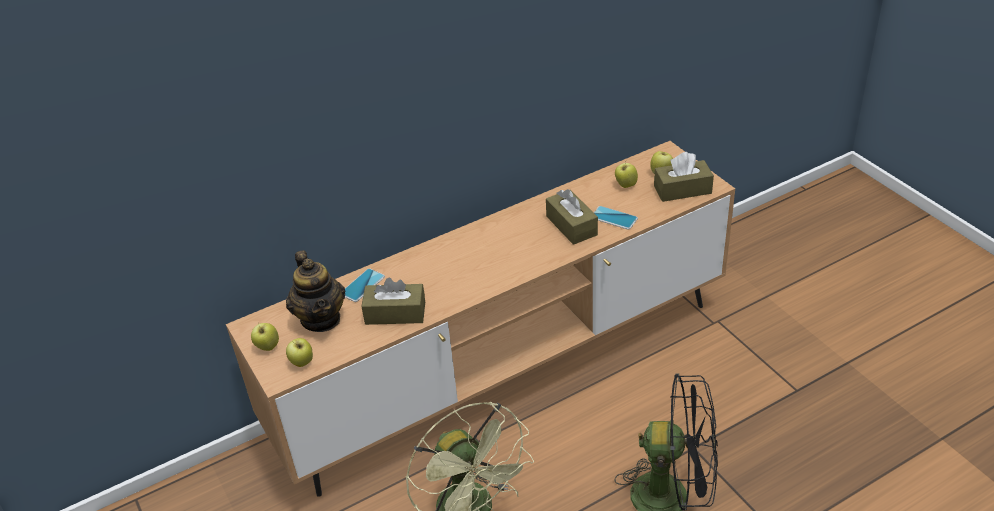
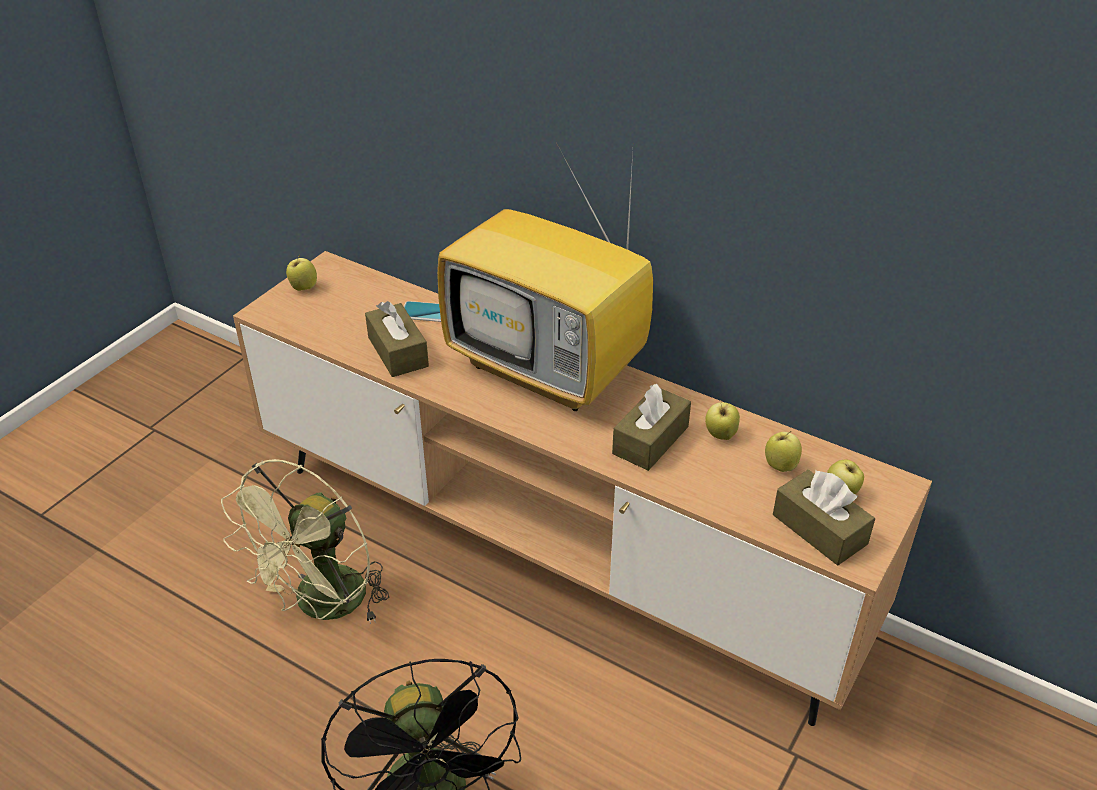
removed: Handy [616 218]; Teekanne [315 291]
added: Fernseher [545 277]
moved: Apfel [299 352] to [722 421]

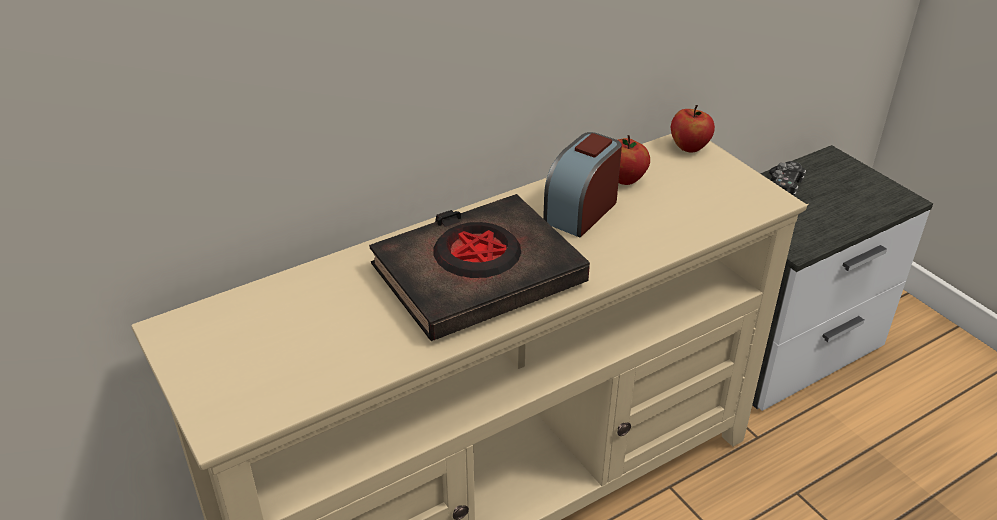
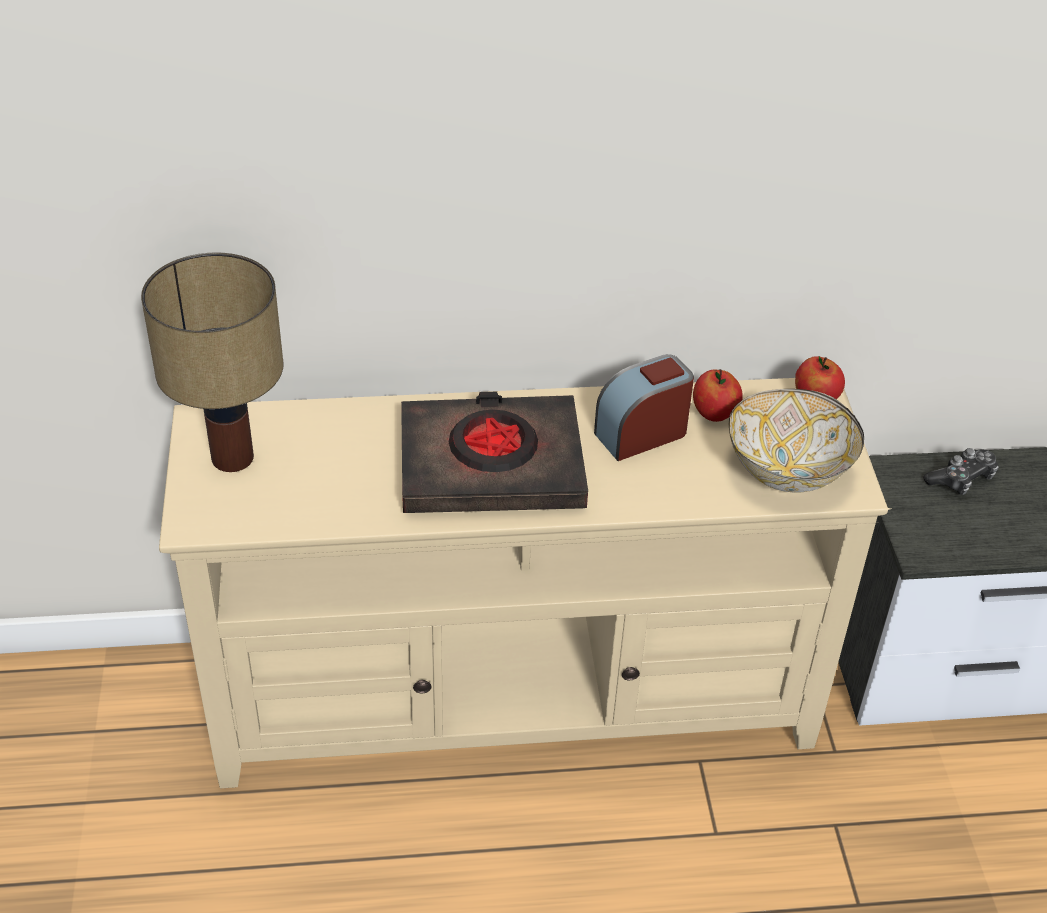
added: Tischlampe [212 362]; Schüssel [796 441]

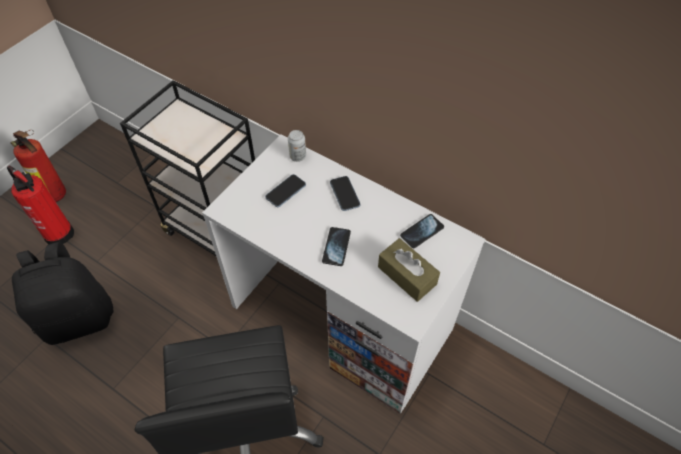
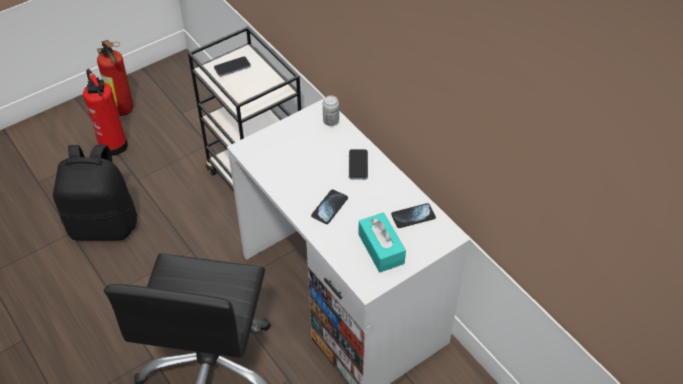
moved: Handy [285 190] to [232 66]
recoloured: Taschentuchbox [braun] [409 270] to Taschentuchbox [türkis] [382 242]

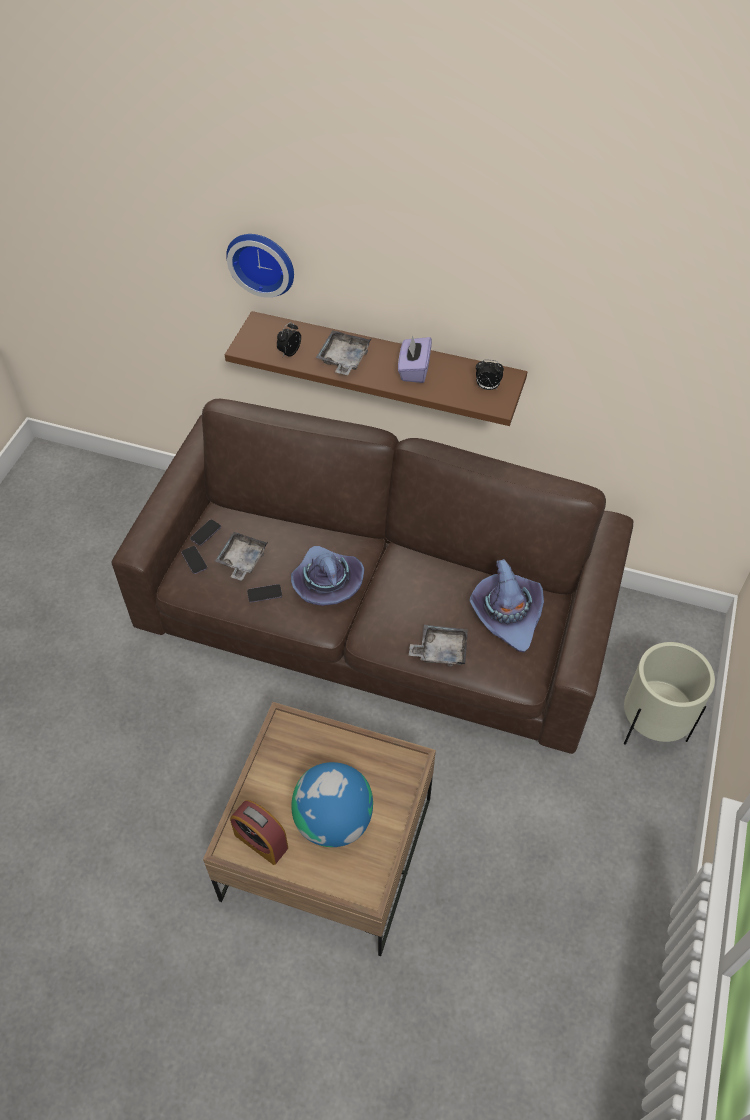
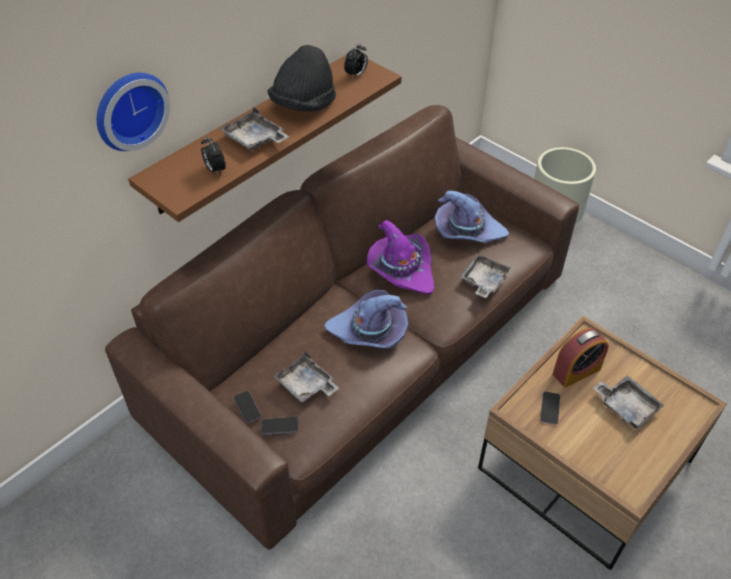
added: Hut [lila] [400 257]
moved: Handy [264 593] to [550 408]; Wecker [259 832] to [581 358]
replaced: Taschentuchbox [lila] [415 359] to Hut [schwarz] [301 78]; Globus [332 804] to Tablett [grau] [628 402]

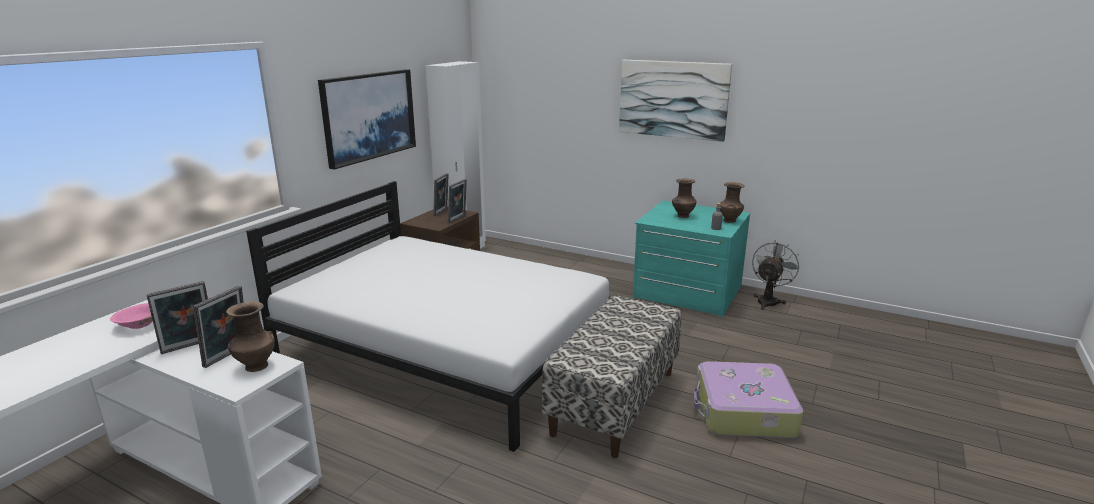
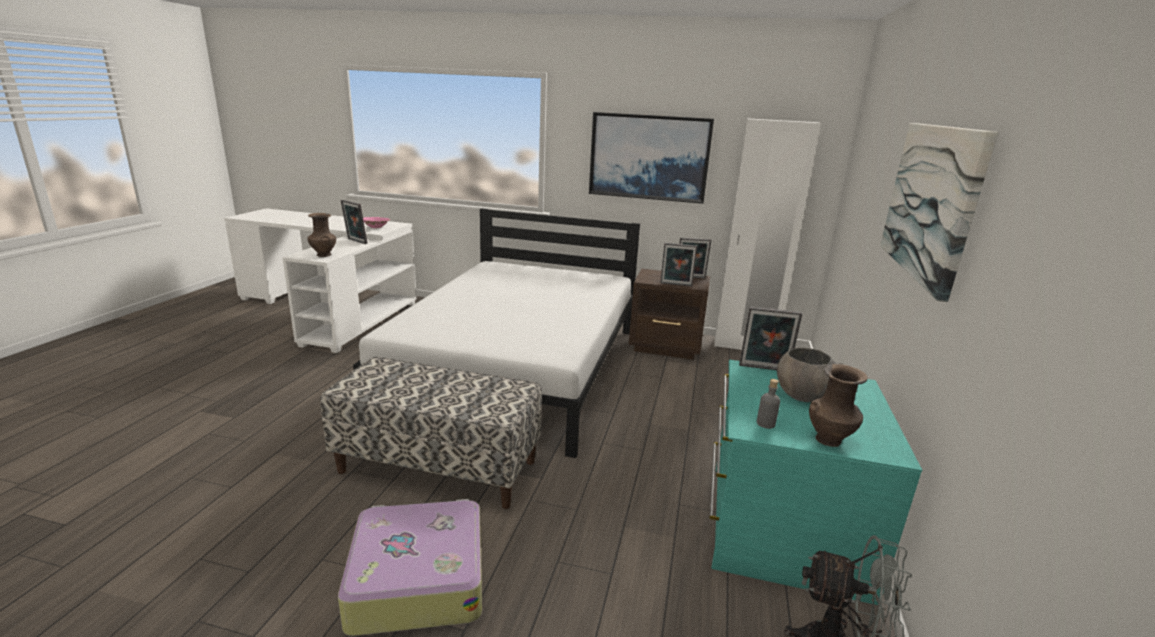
moved: Bilderrahmen [218 327] to [770 338]
replaced: Vase [braun] [684 198] to Schüssel [grau] [810 374]

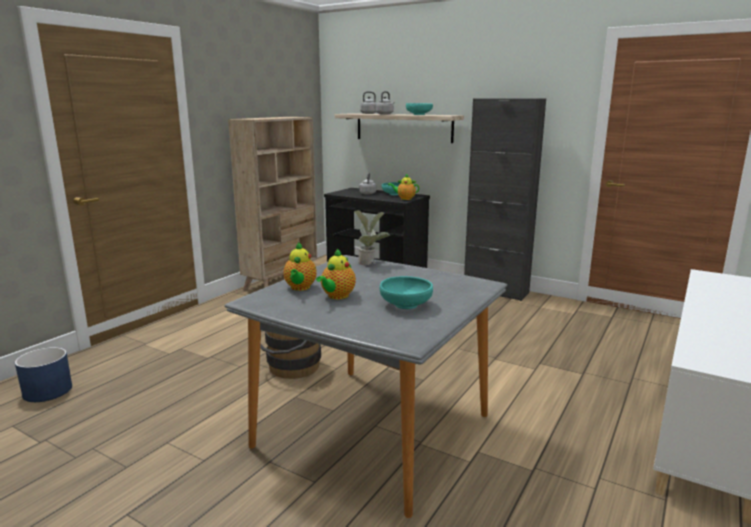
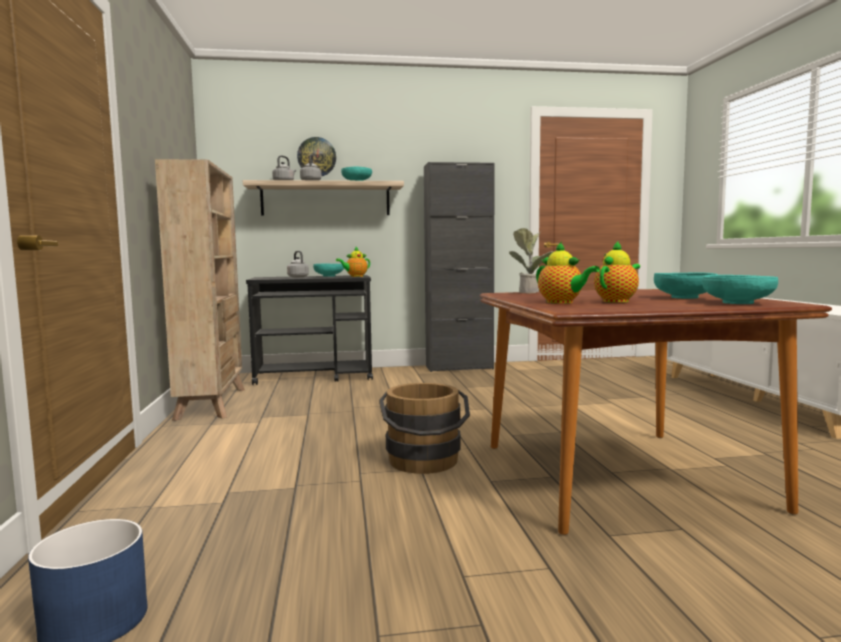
added: Wanduhr [316 156]; Schüssel [türkis] [740 289]
recoloured: Esstisch [grau] [365 386] to Esstisch [braun] [655 412]
turned: Teekanne [336 274] = [617 271] 120 degrees counterclockwise

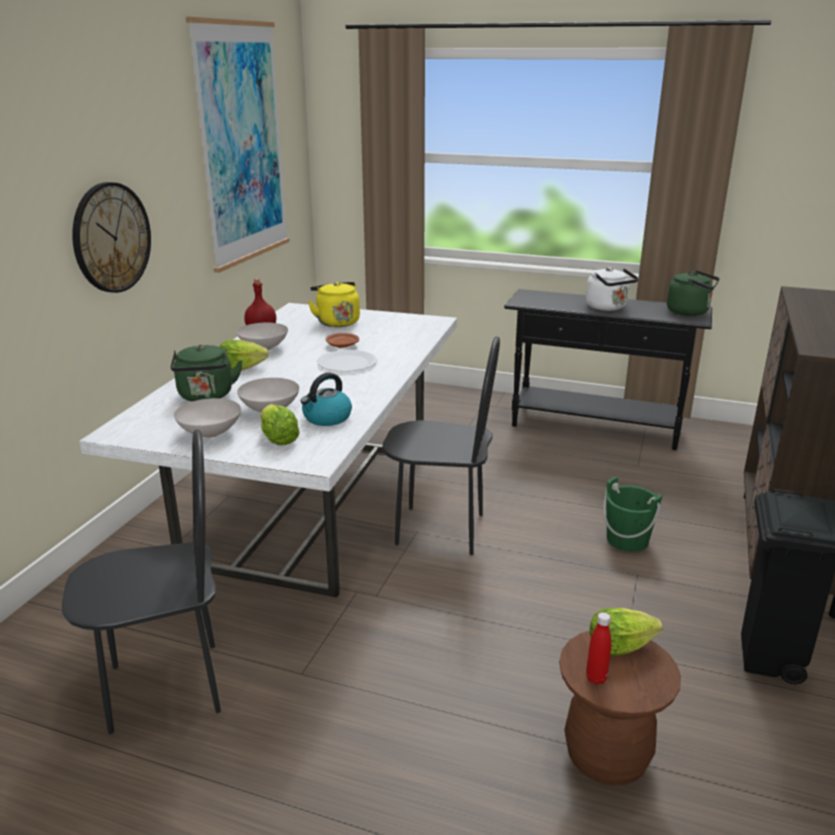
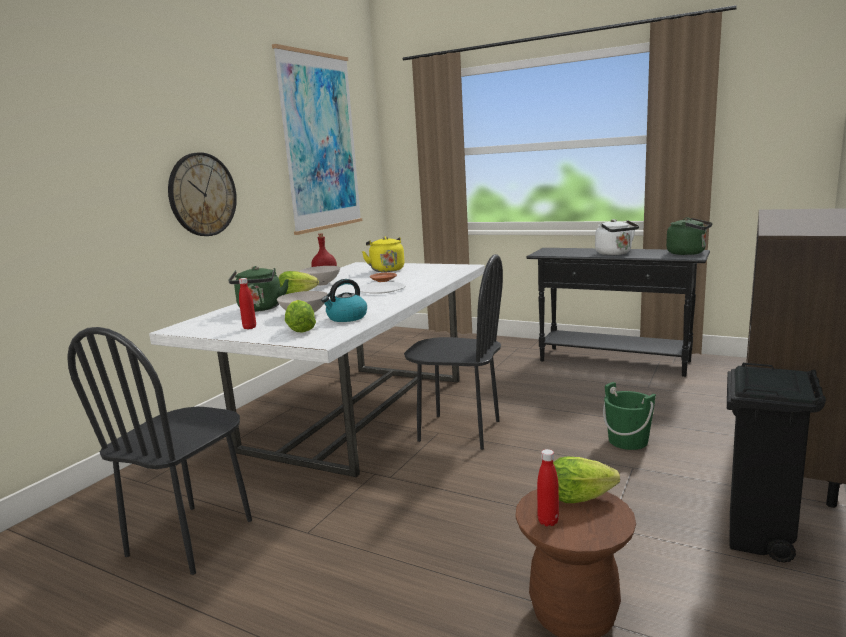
replaced: Schüssel [weiß] [207 418] to Flasche [rot] [247 303]
turned: Stuhl [schwarz] [141 581] = [159 451] 120 degrees clockwise

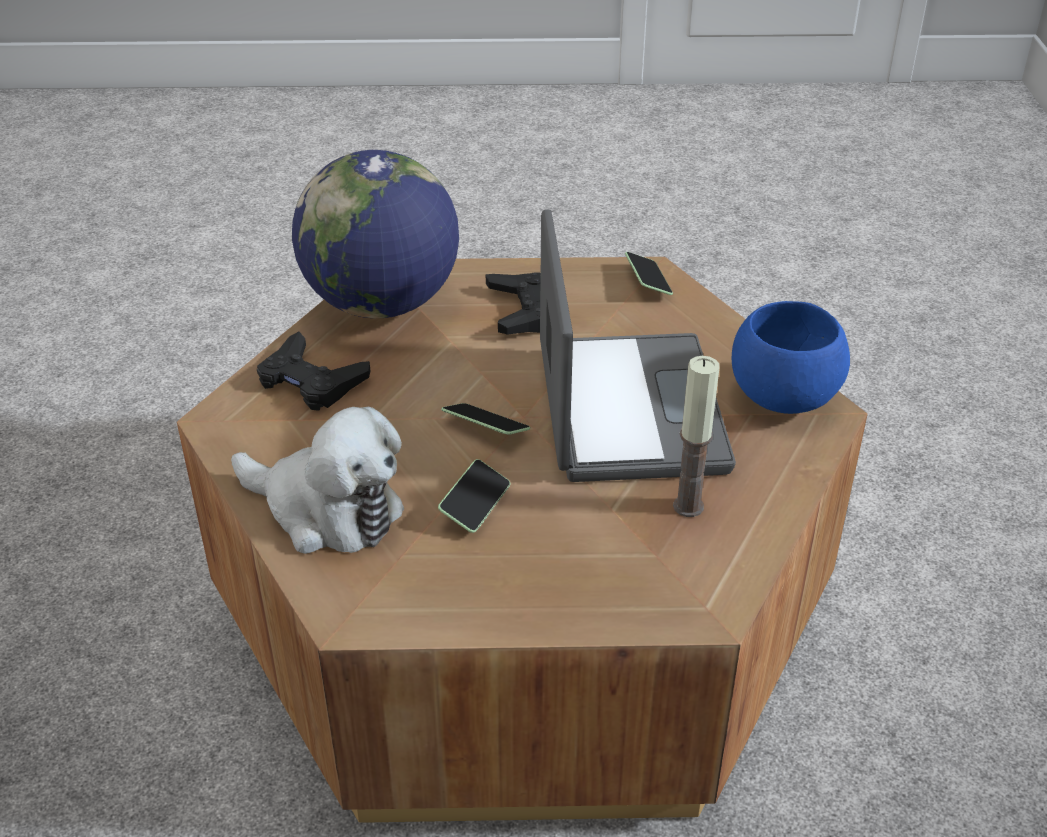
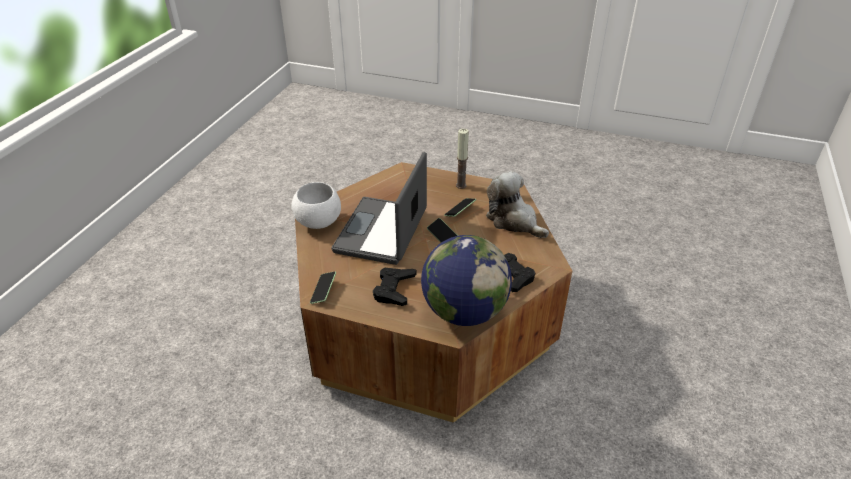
moved: Kerze [696 436] to [462 159]
recoloured: Schüssel [blau] [791 357] to Schüssel [weiß] [316 205]

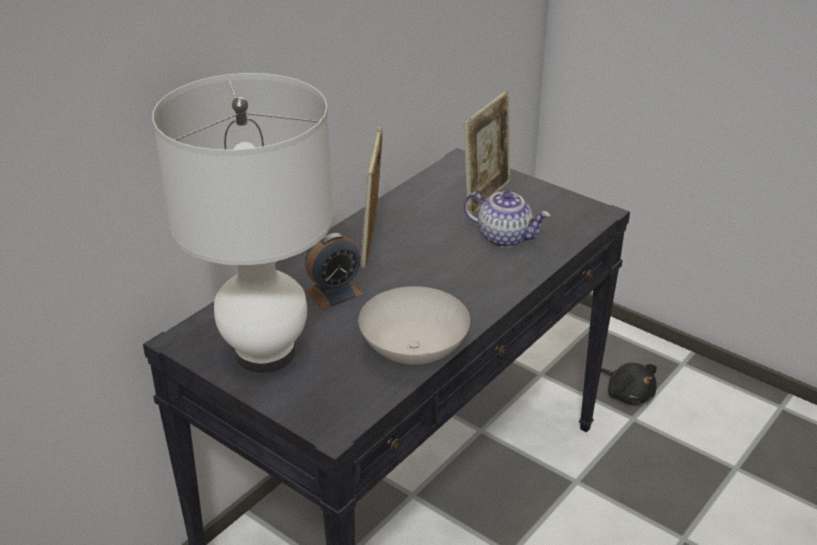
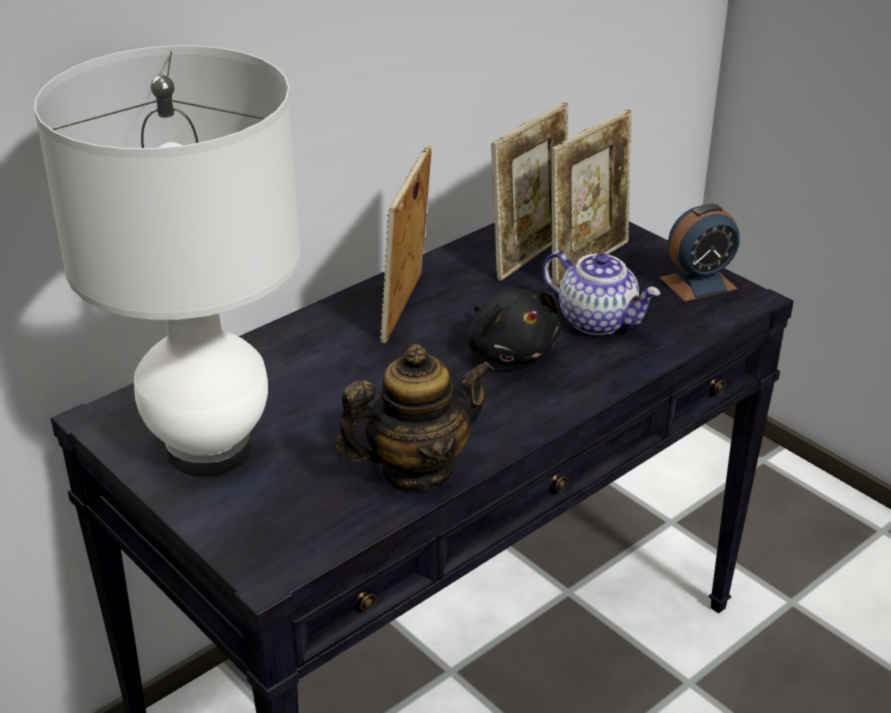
added: Bilderrahmen [529 191]
moved: Wecker [334 271] to [700 253]; Plüschtier [schwarz] [629 384] to [513 326]
replaced: Schüssel [weiß] [414 325] to Teekanne [414 417]

